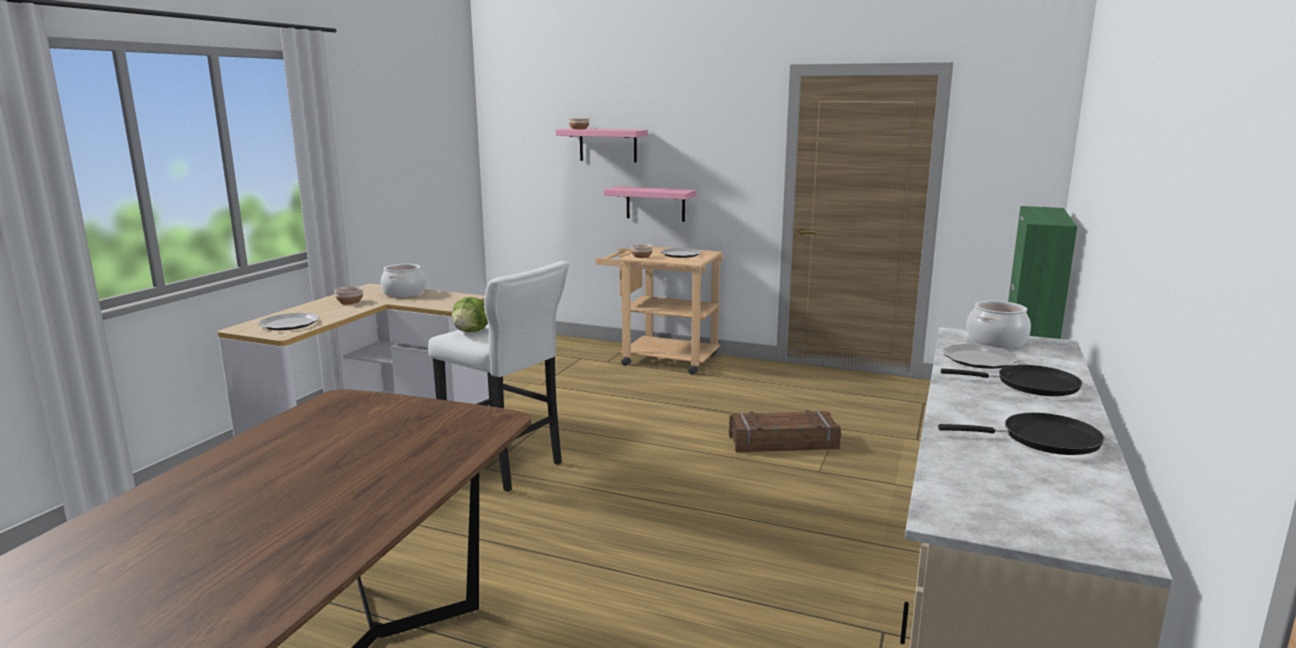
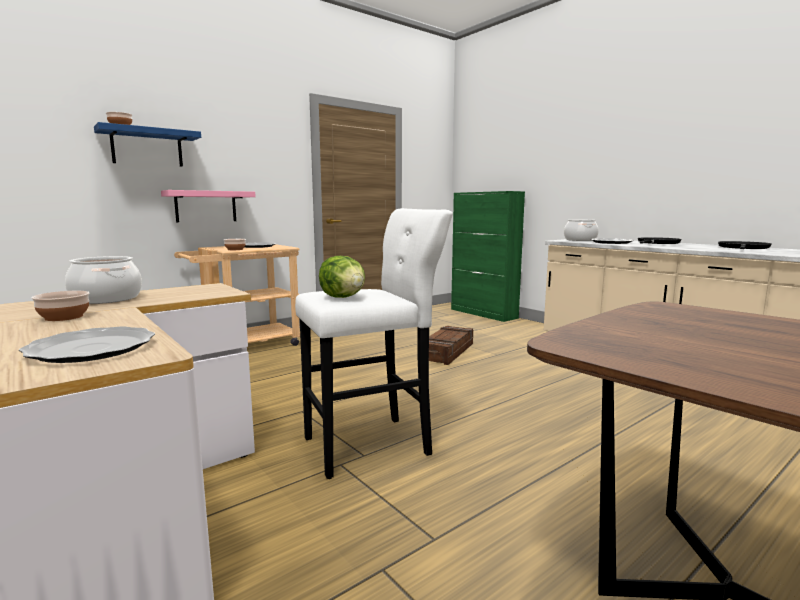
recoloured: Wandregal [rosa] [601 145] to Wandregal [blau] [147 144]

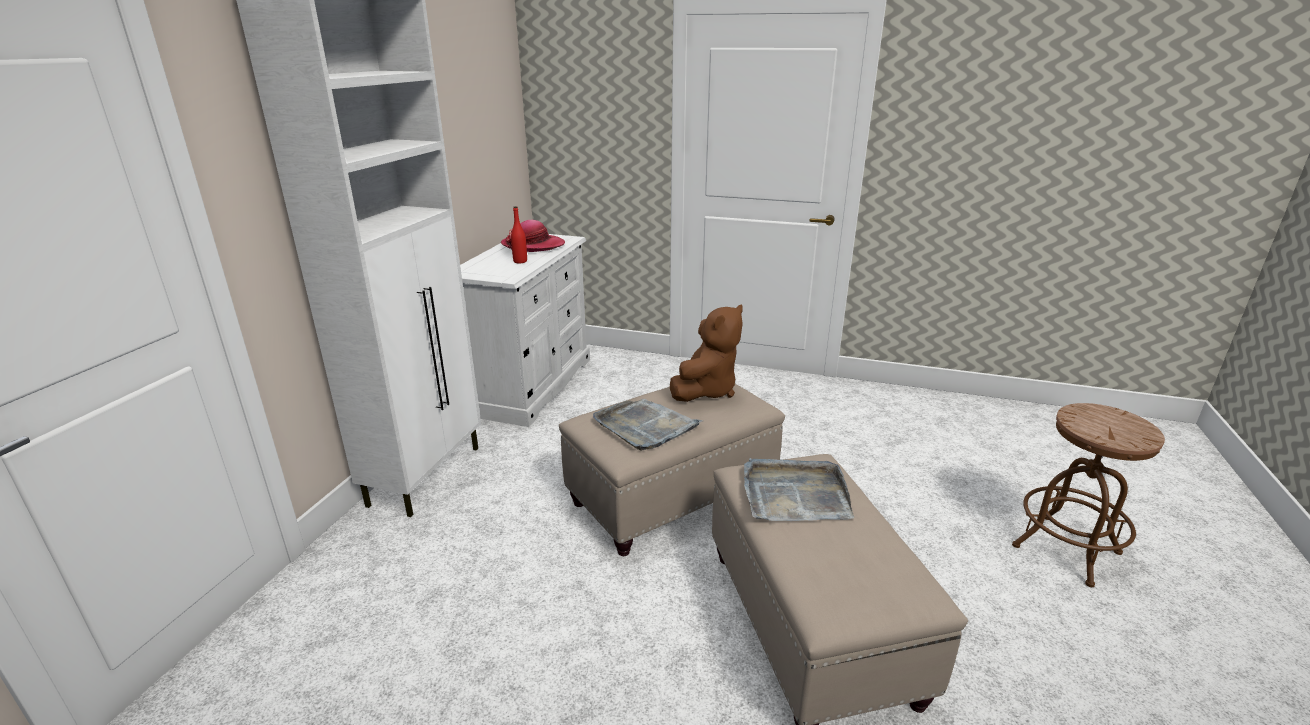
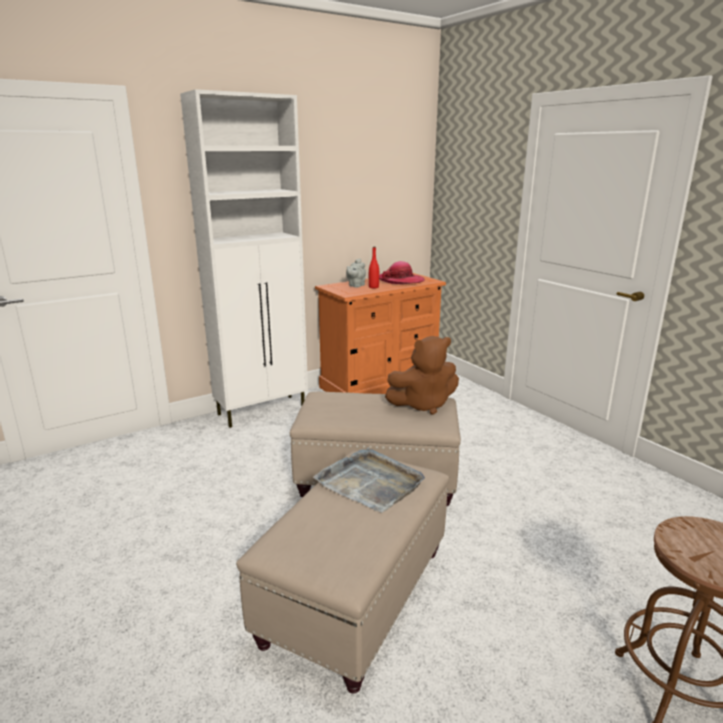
removed: Tablett [grau] [648 425]
added: Teekanne [grau] [356 272]
recoloured: Kommode [weiß] [525 330] to Kommode [orange] [380 333]

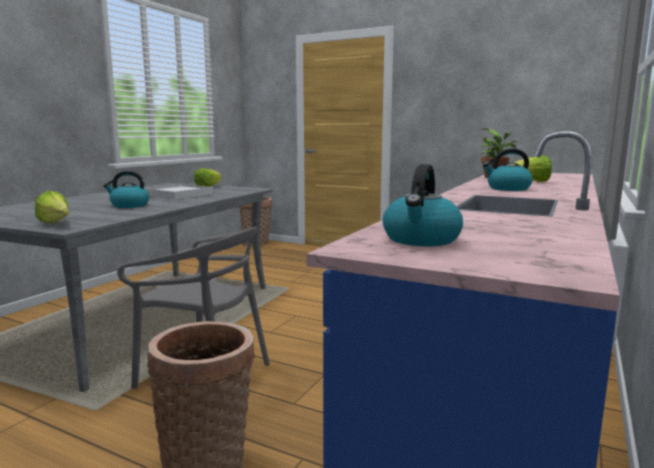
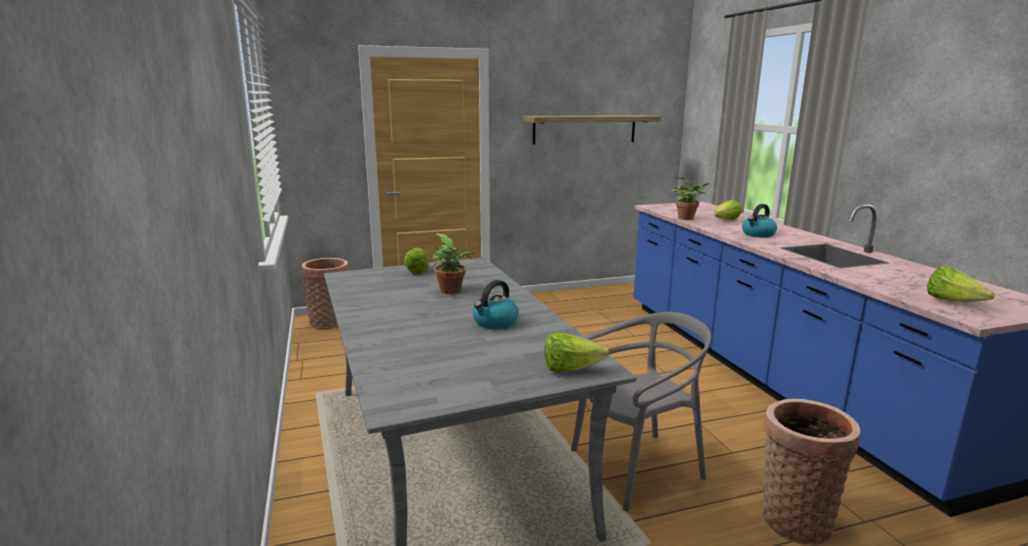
added: Wandregal [592 129]
replaced: Wasserkessel [423 205] to Salatkopf [961 284]; Tablett [weiß] [178 192] to Topfpflanze [453 263]

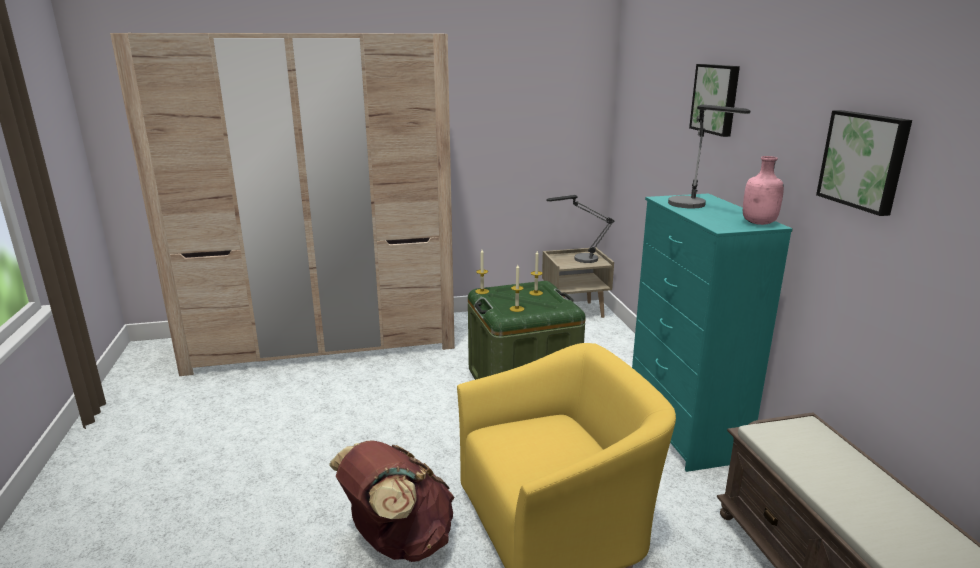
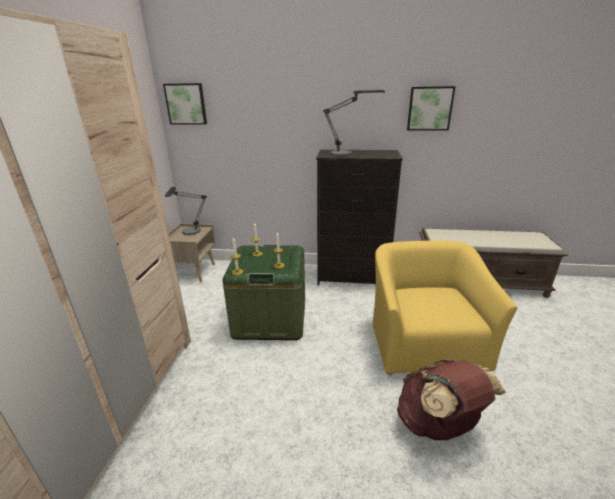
removed: Flasche [rosa] [763 190]
moved: Bild [714 100] to [185 104]
recoloured: Kommode [türkis] [712 332] to Kommode [schwarz] [359 218]

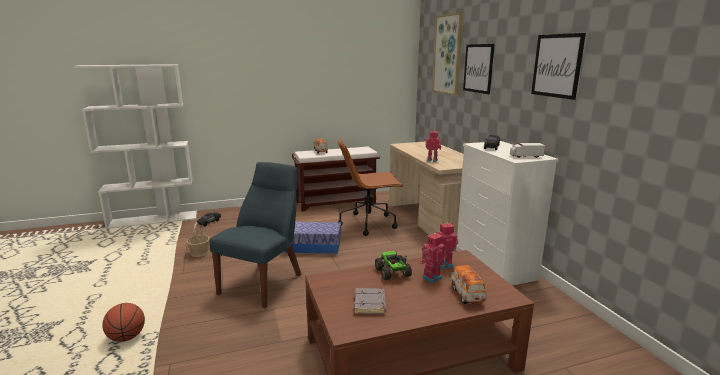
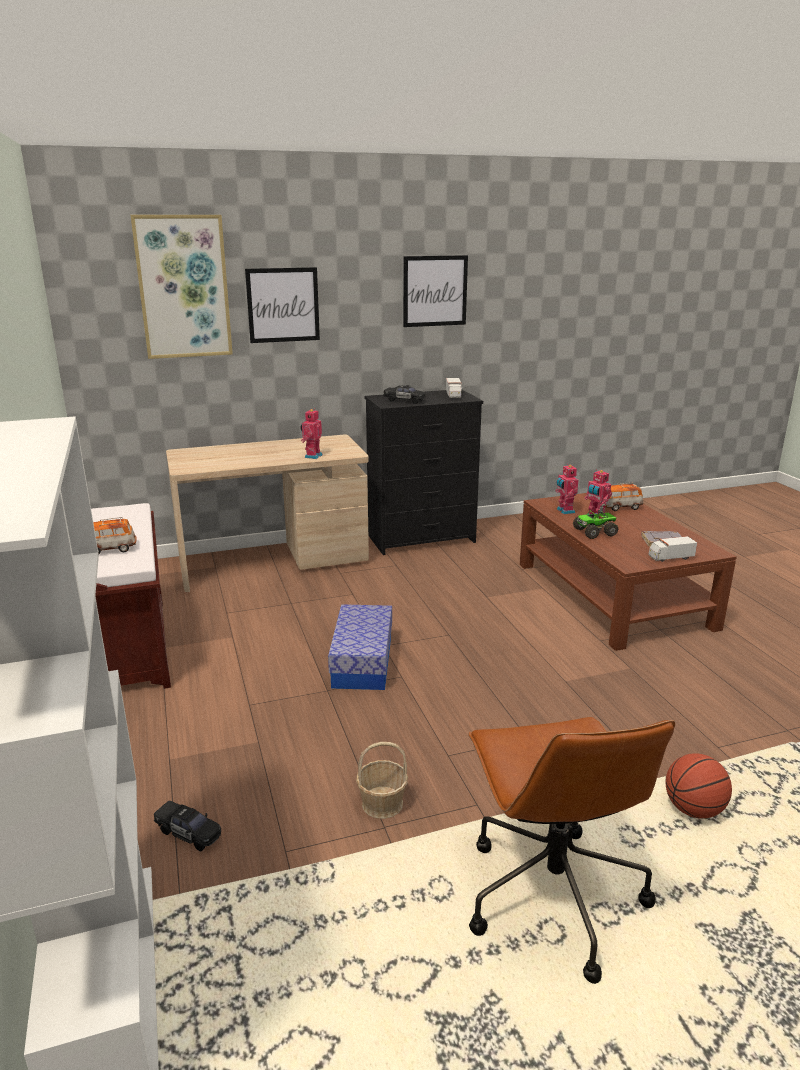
removed: Stuhl [blau] [255 235]
added: Spielzeuglaster [673 549]
moved: Bürostuhl [braun] [370 187] to [572 850]
recoloured: Kommode [weiß] [507 213] to Kommode [schwarz] [423 472]

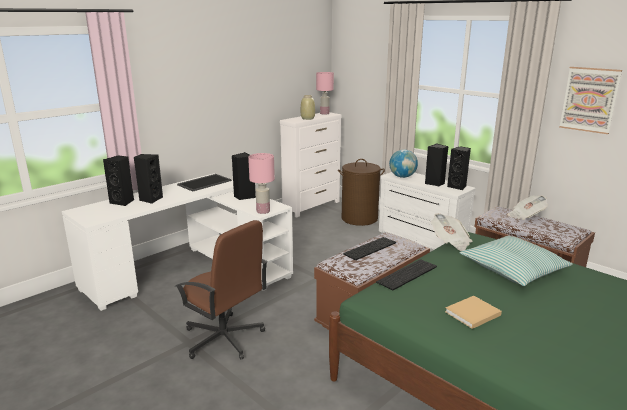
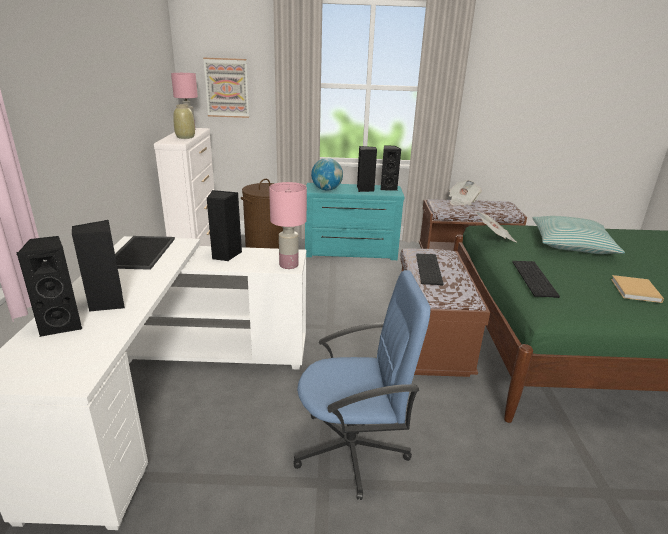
moved: Bild [590 100] to [226 88]
recoloured: Kommode [weiß] [427 211] to Kommode [türkis] [354 221]; Bürostuhl [braun] [221 290] to Bürostuhl [blau] [362 385]

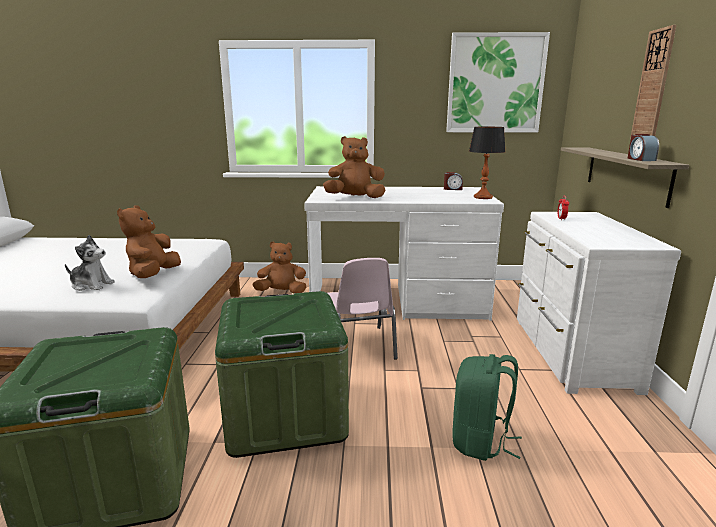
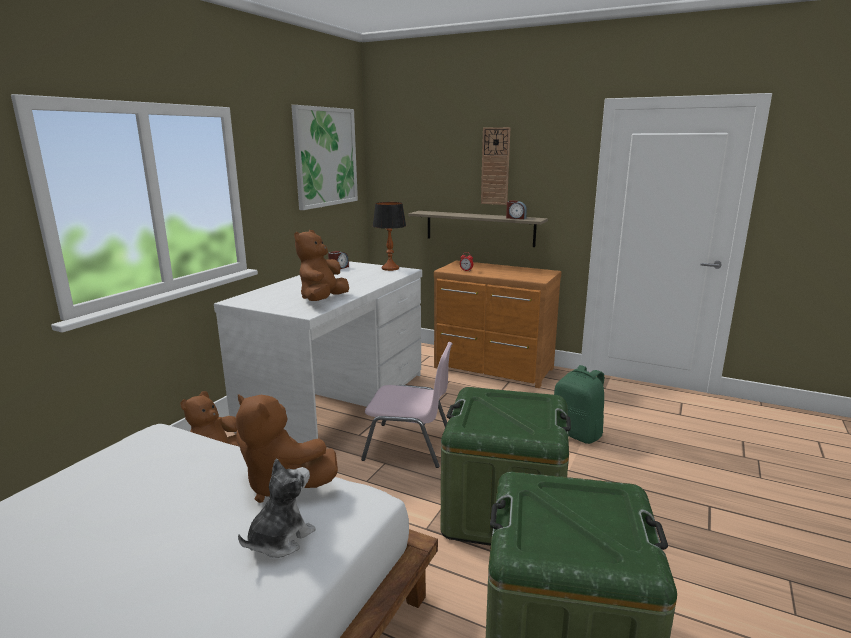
recoloured: Kommode [weiß] [599 303] to Kommode [braun] [497 324]

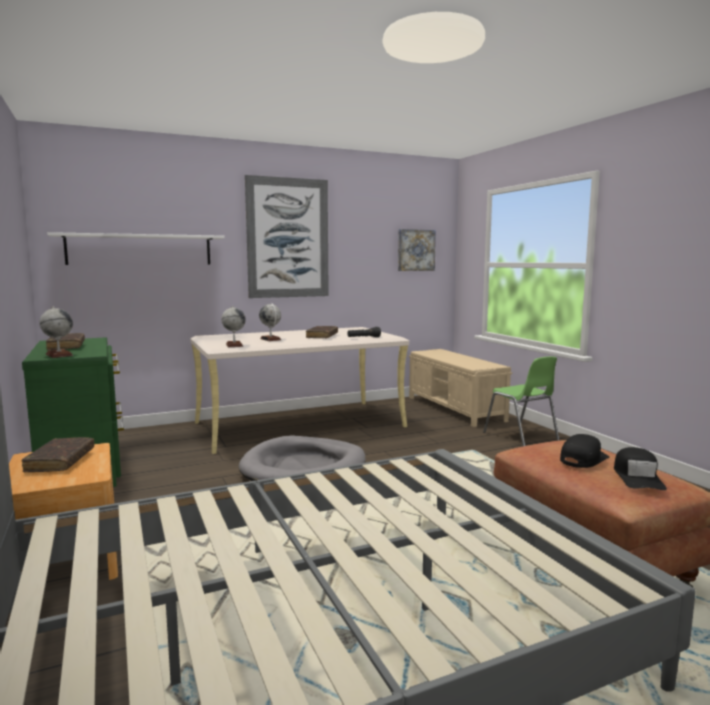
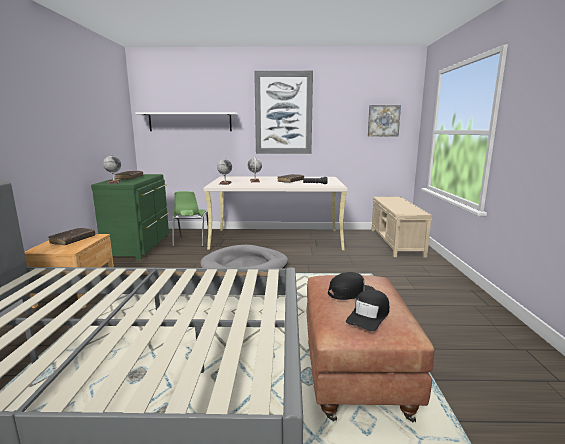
moved: Stuhl [grün] [521 401] to [190 219]

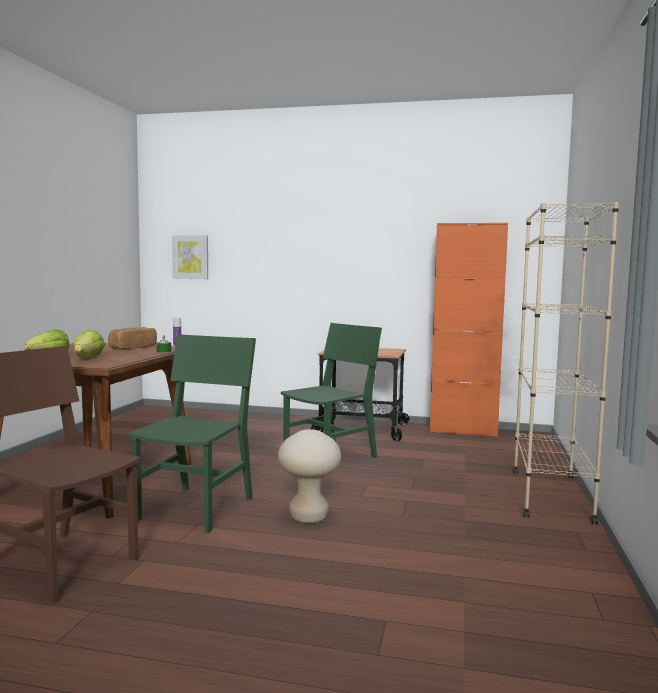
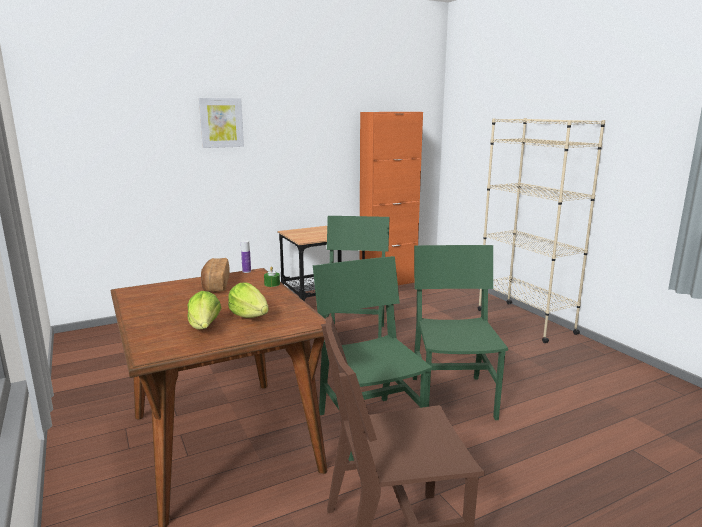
moved: Bild [190 257] to [221 123]
replaced: Hocker [beige] [309 476] to Stuhl [grün] [460 332]

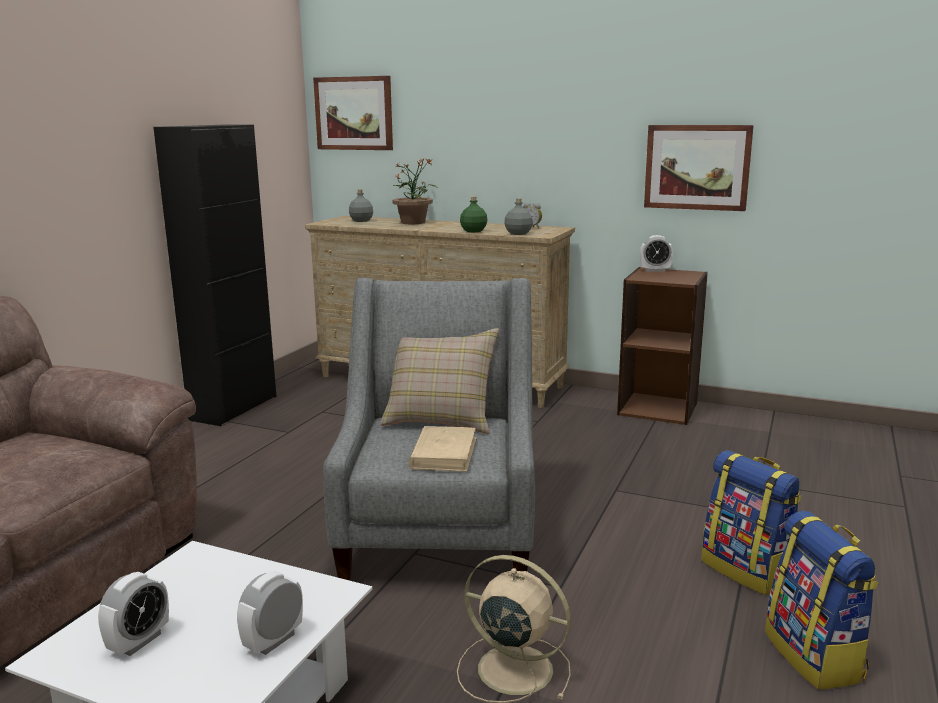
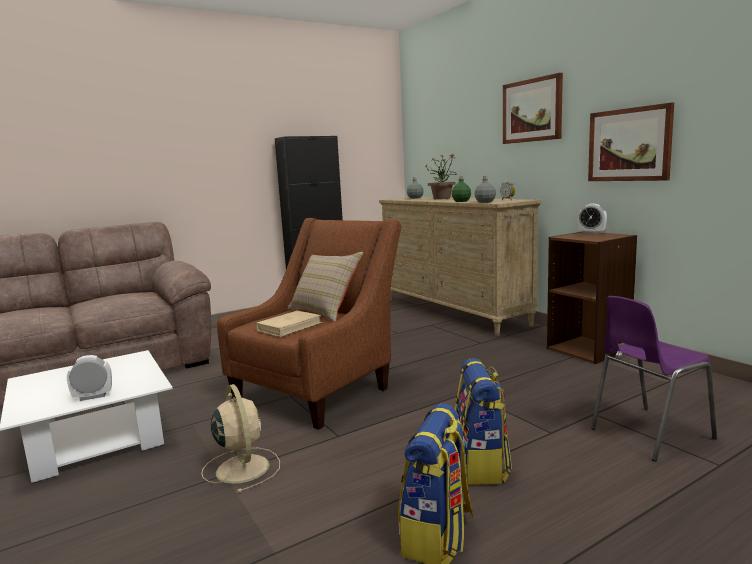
removed: Wecker [133 614]
added: Stuhl [lila] [654 378]
moved: Bild [353 113] to [533 108]
recoloured: Sessel [grau] [429 429] to Sessel [braun] [309 324]

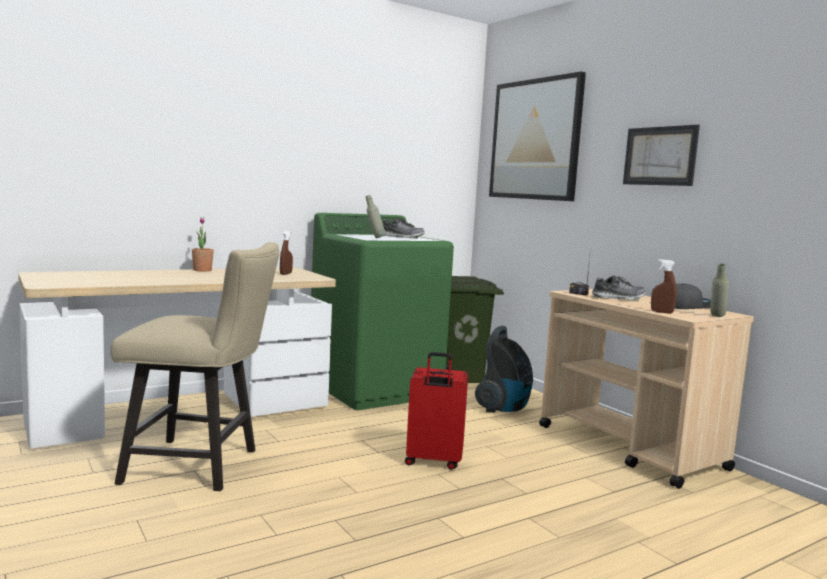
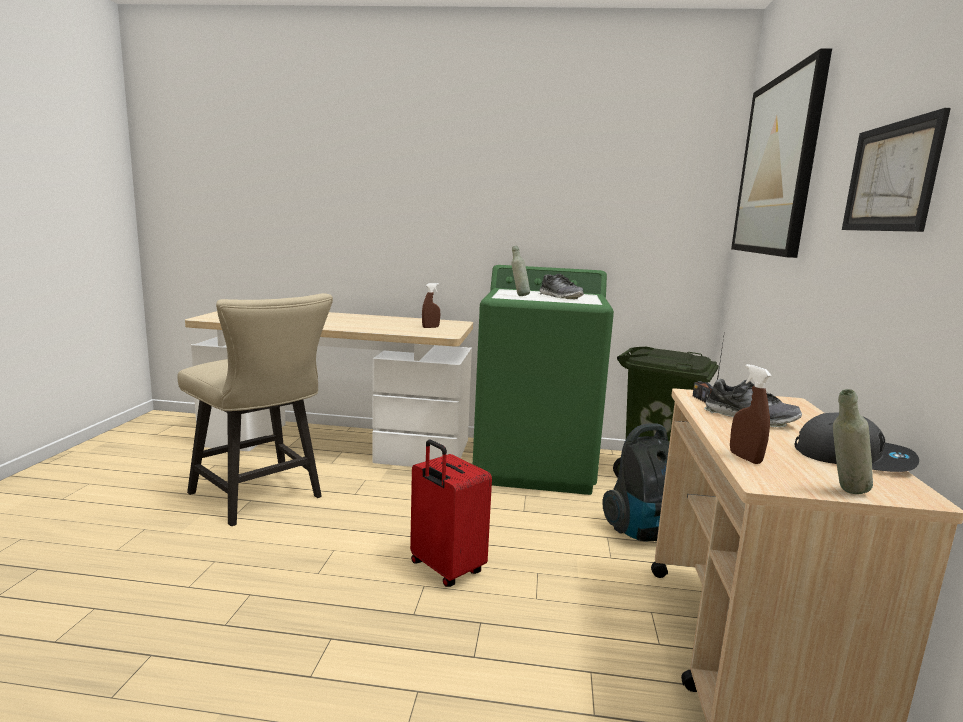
removed: Topfpflanze [203 244]

